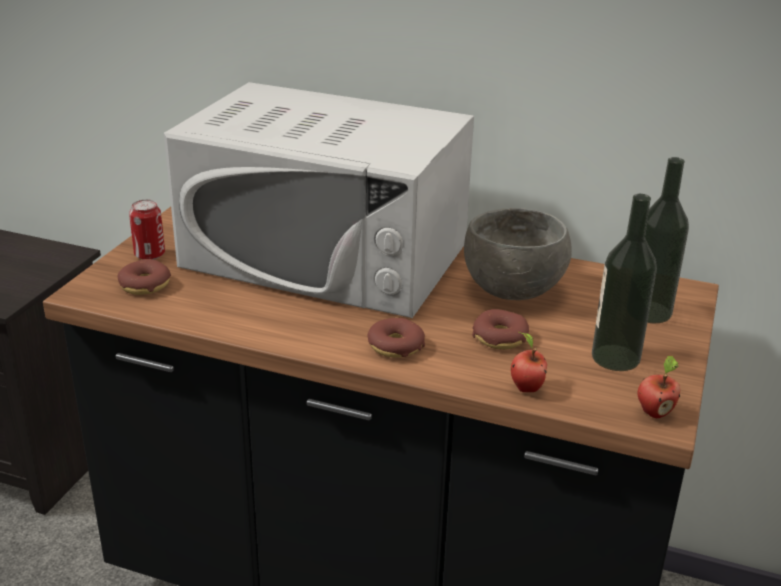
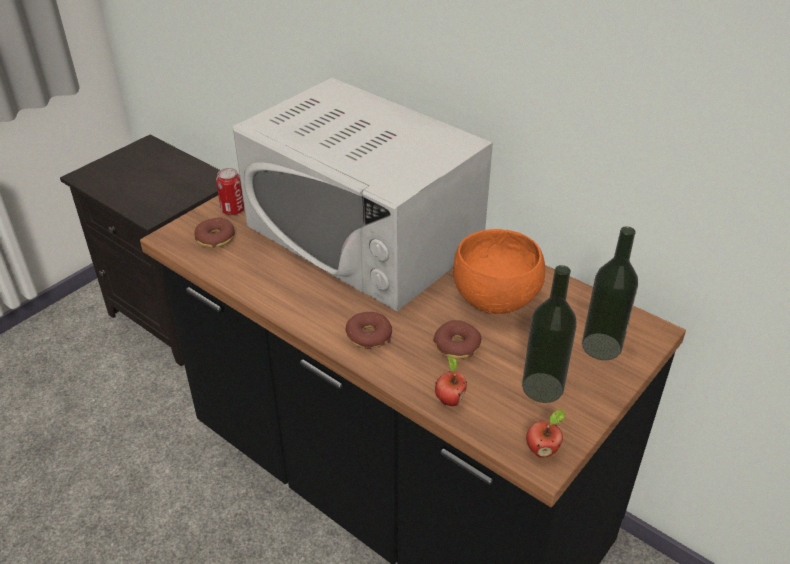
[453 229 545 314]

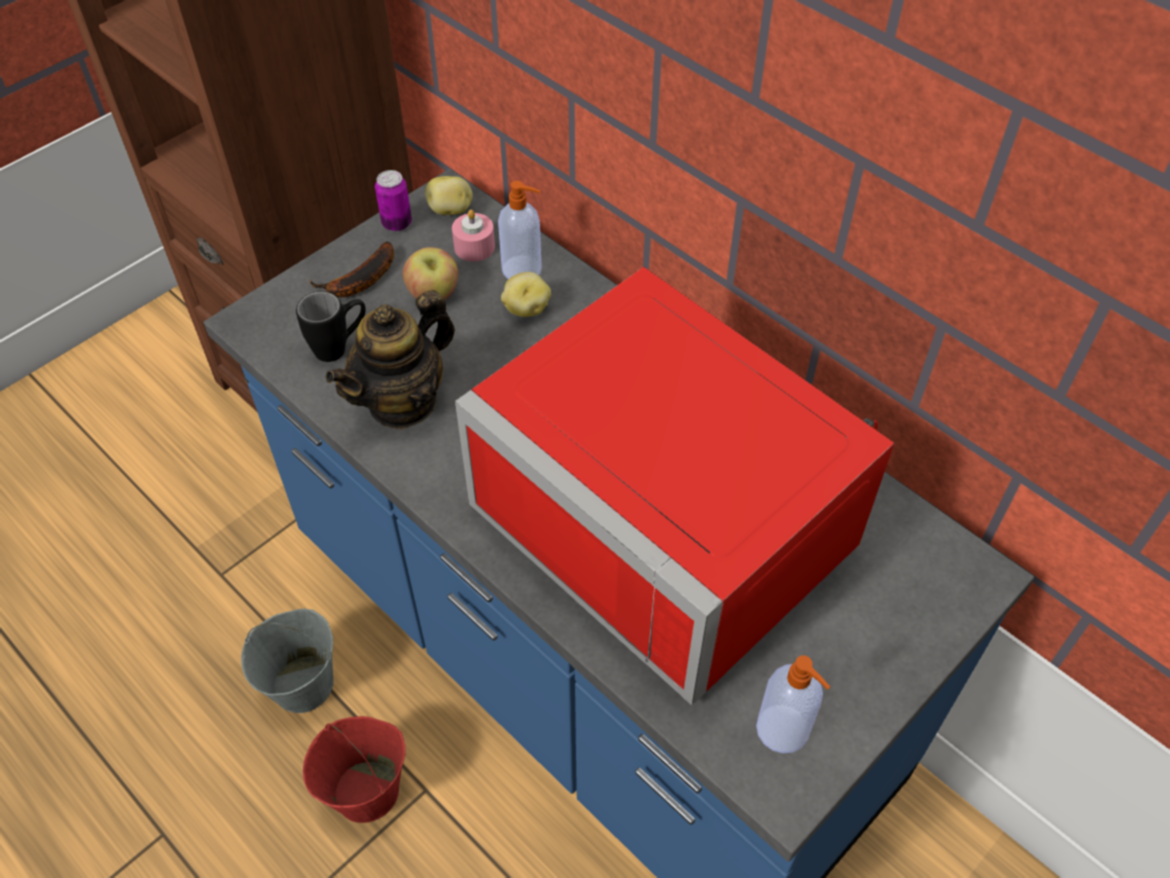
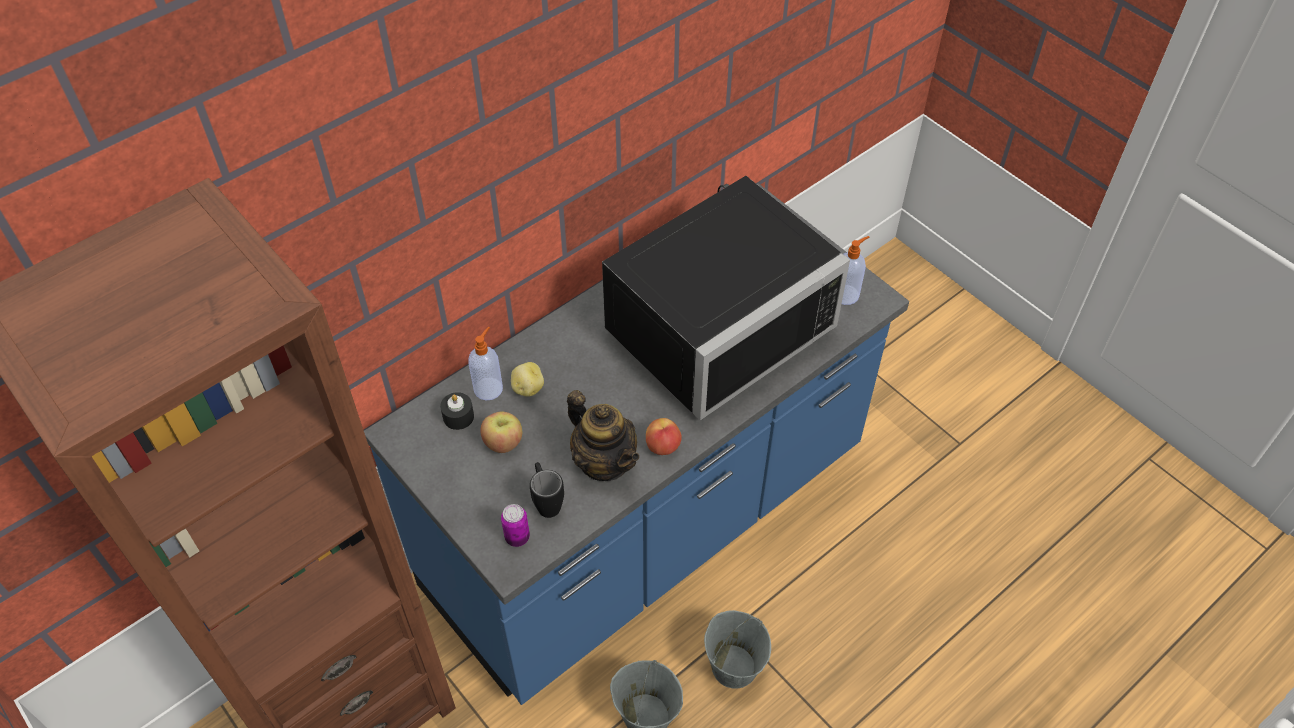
[704 610 771 689]
[309 242 394 297] (first image)
[501 504 530 547]
[425 176 473 215] (first image)
[440 392 474 430]
[602 176 850 420]
[646 418 682 455]

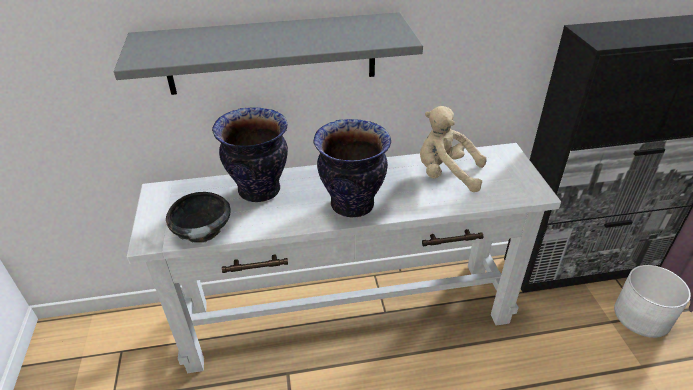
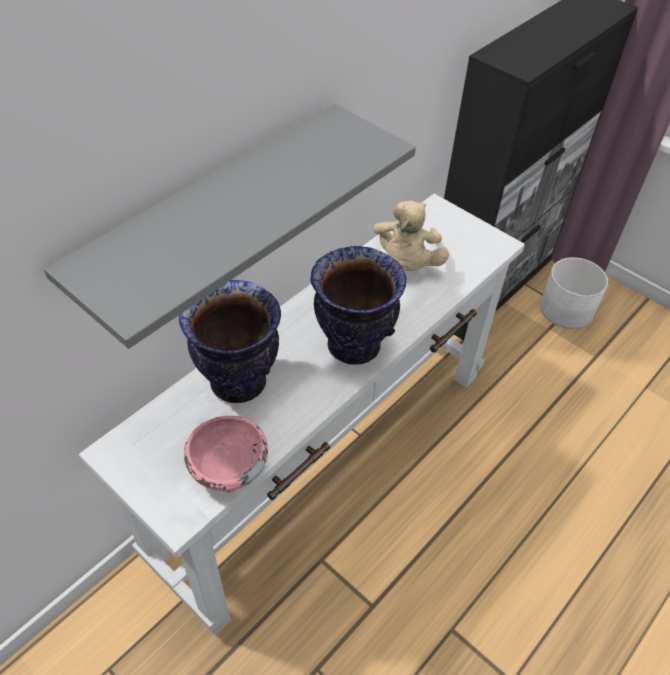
[184 416 268 492]
[374 200 449 271]

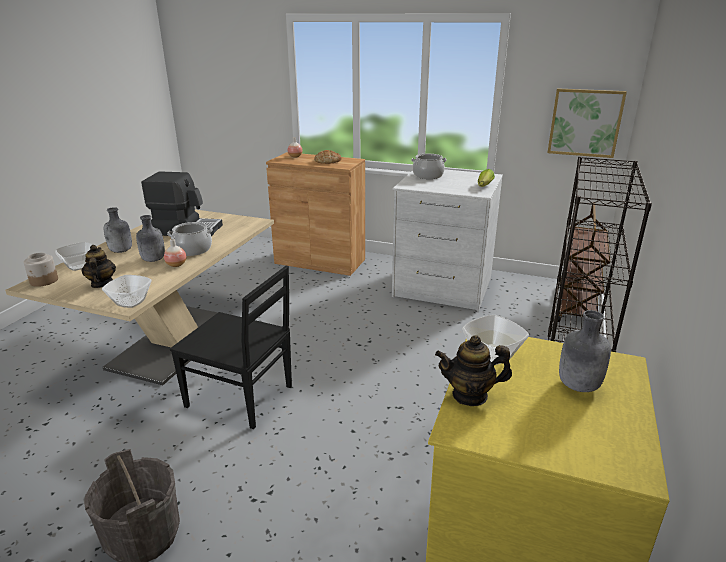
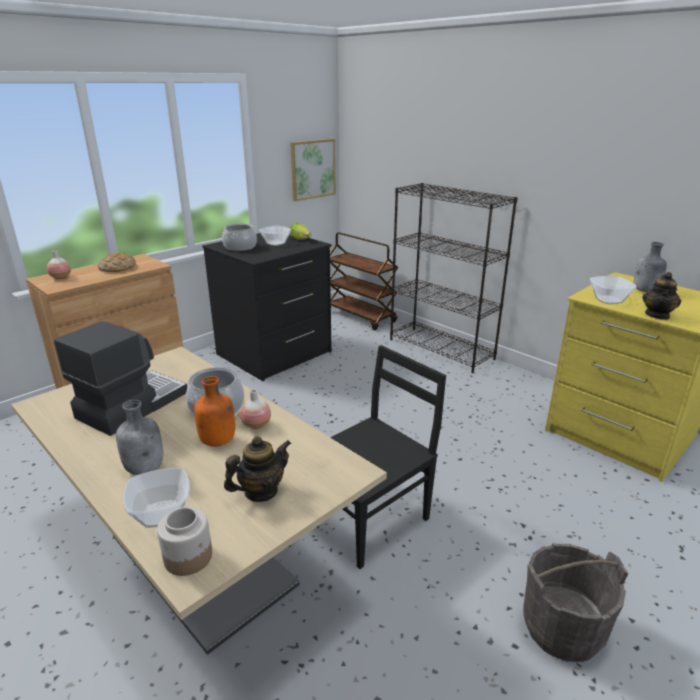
[224 436 291 502]
[259 225 291 246]
[194 376 235 447]
[202 233 332 381]

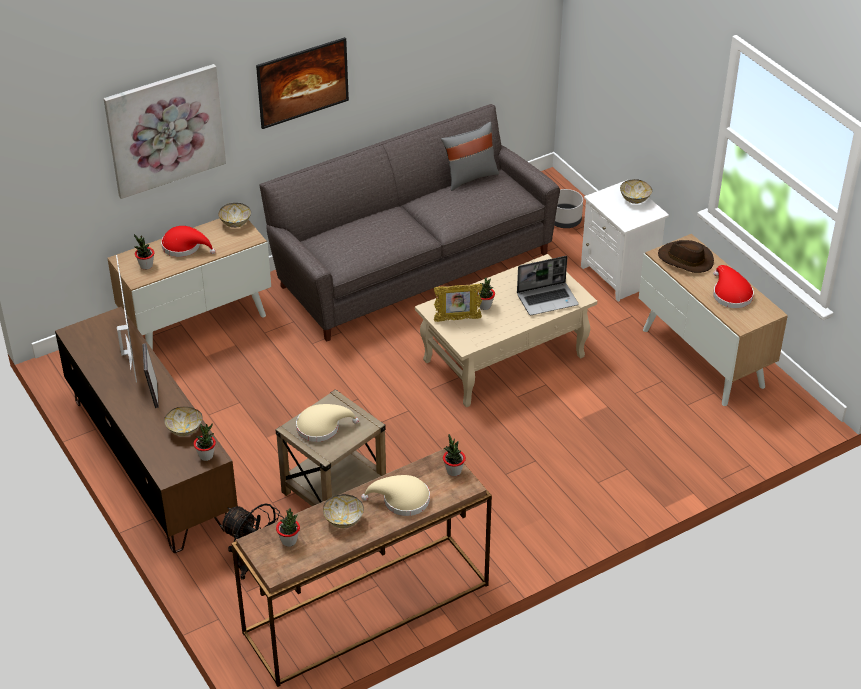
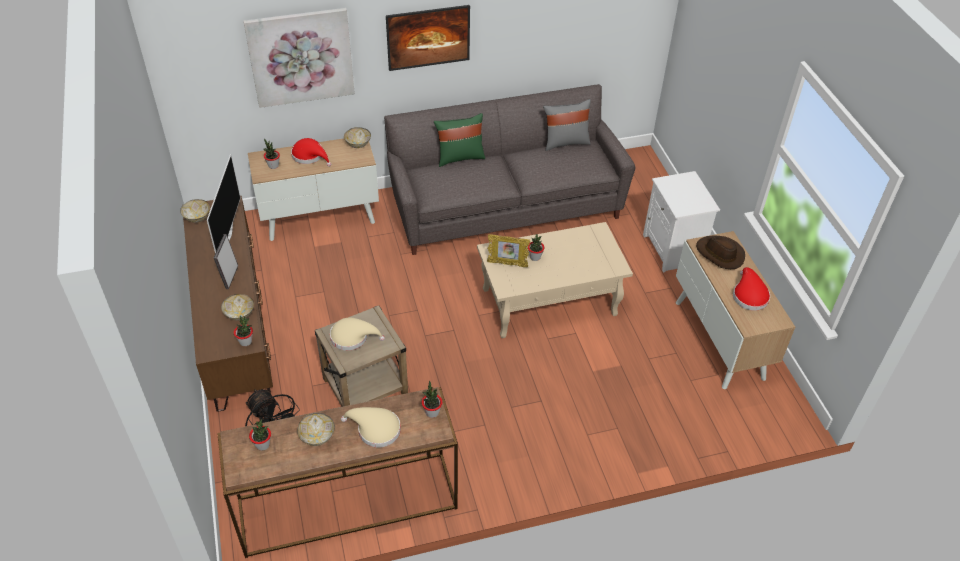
[517 256 579 315] (first image)
[554 189 583 228] (first image)
[180 199 210 223]
[434 113 485 167]

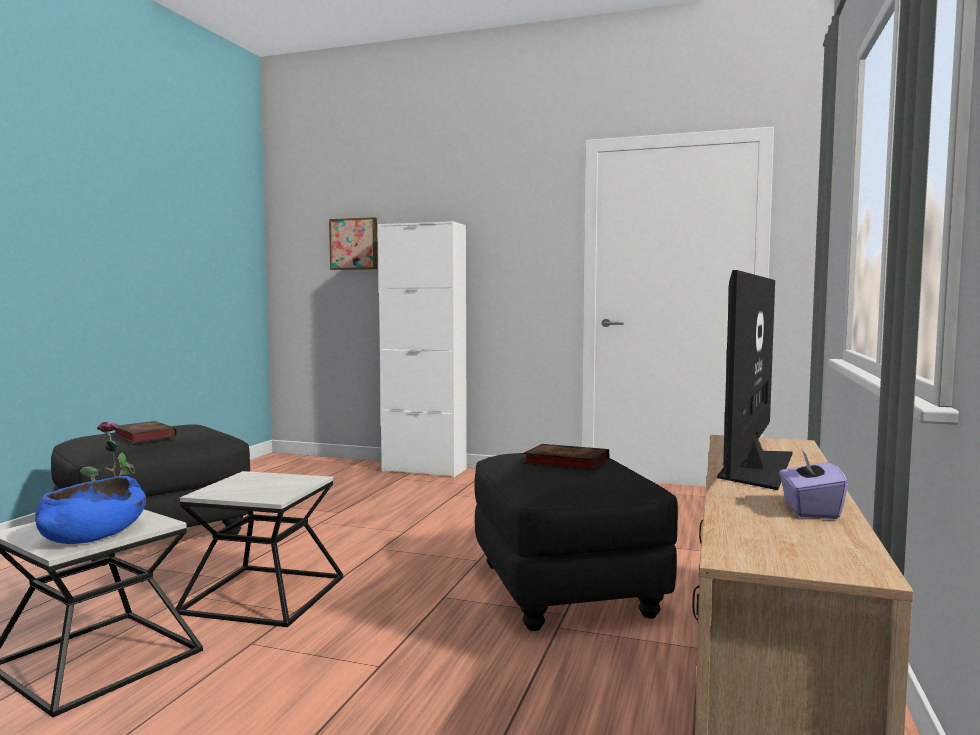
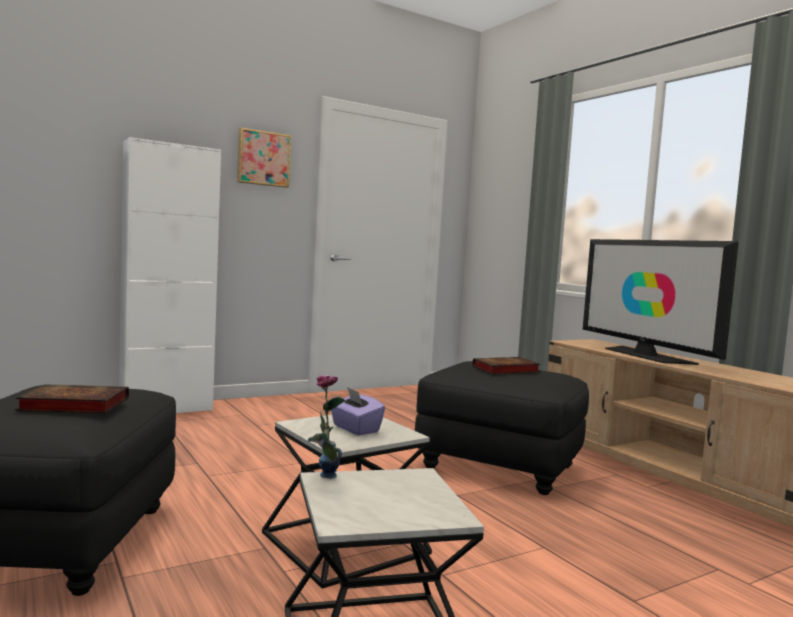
[35 476 146 544] (first image)
[237 128 291 188]
[331 387 385 436]

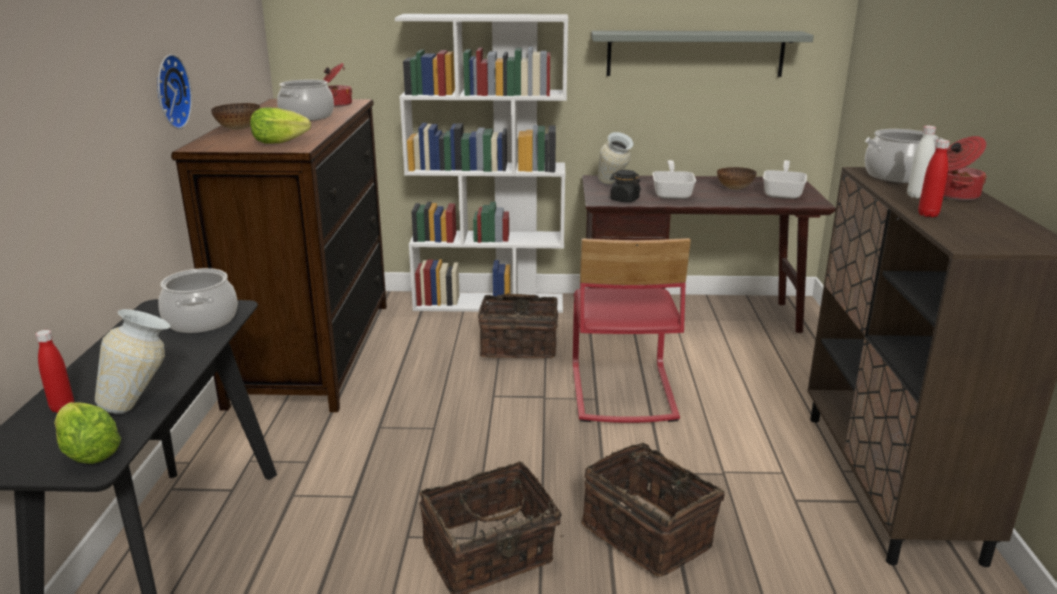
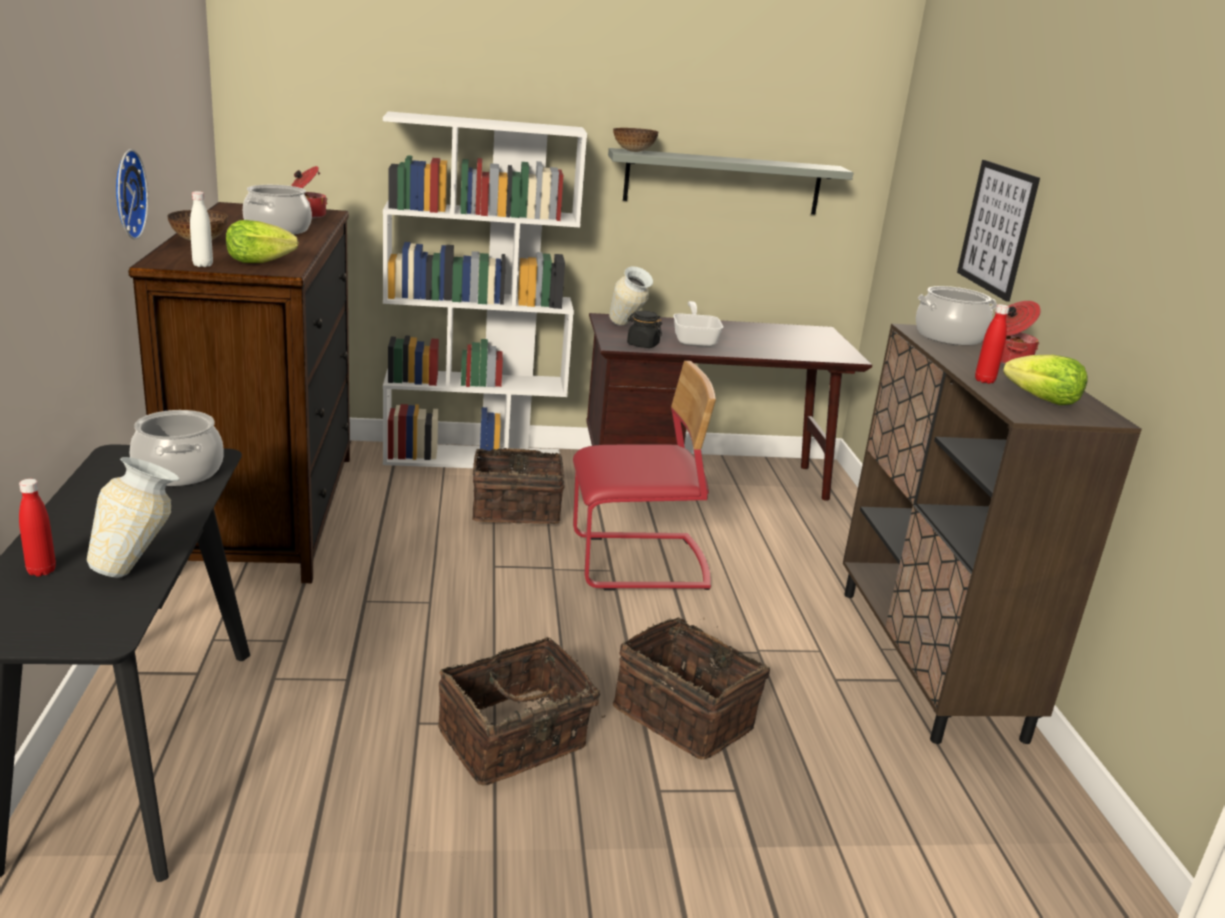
[1003 355 1087 405]
[573 361 716 590]
[613 128 658 152]
[763 160 807 199] (first image)
[190 191 213 267]
[957 160 1040 302]

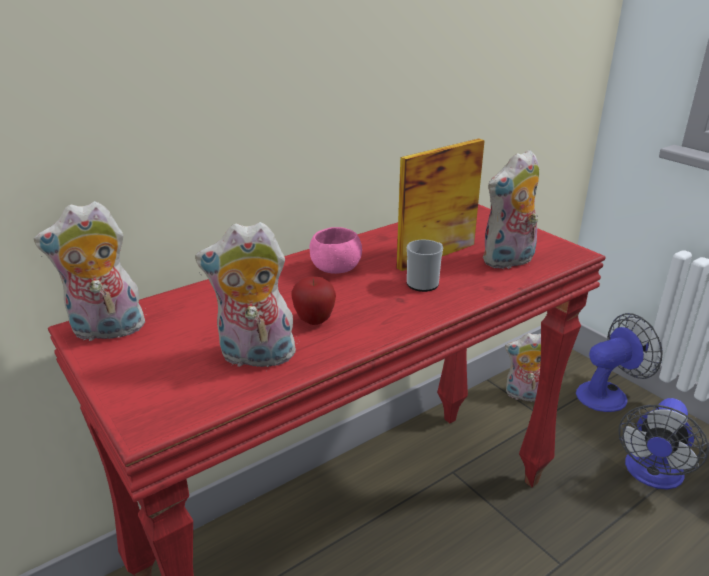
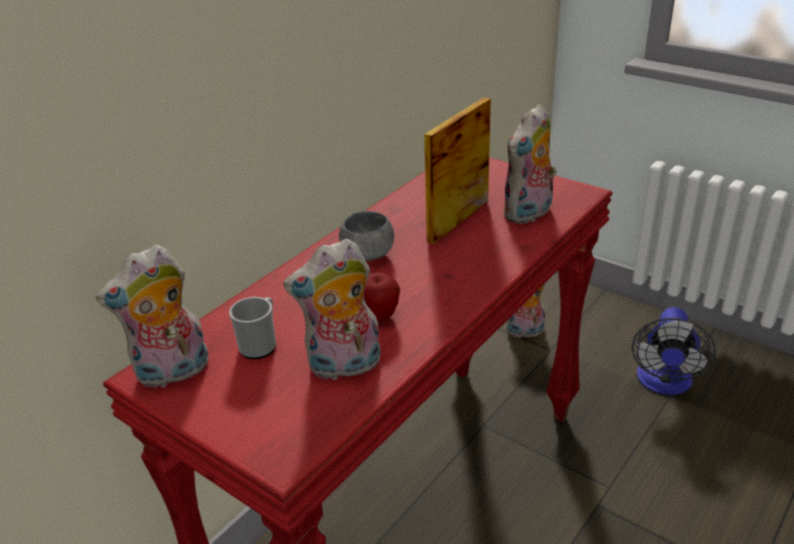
[339 211 394 261]
[229 297 276 359]
[576 313 663 412] (first image)

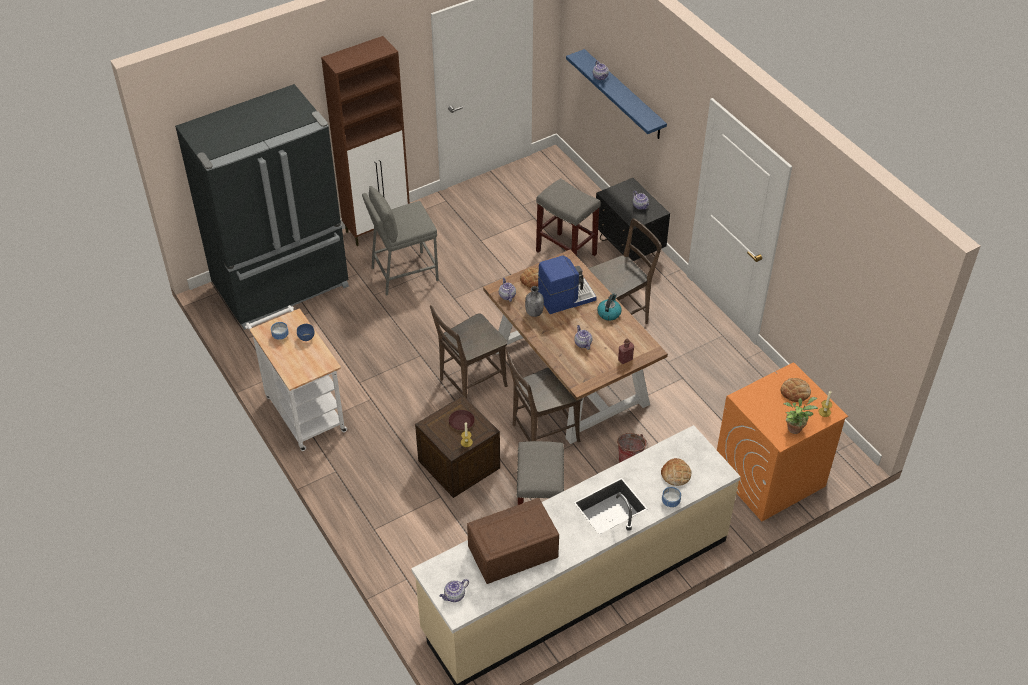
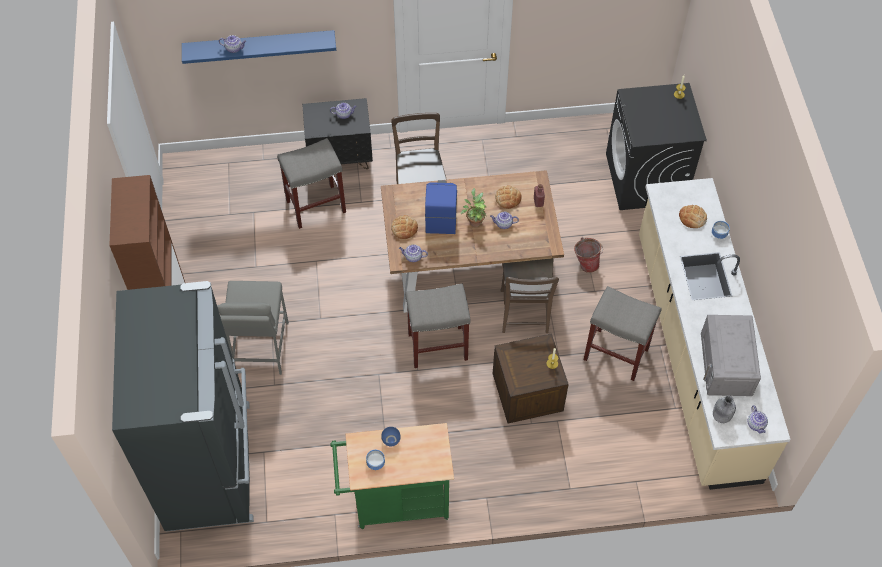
[330 423 454 529]
[405 284 471 368]
[449 410 475 430] (first image)
[701 315 761 396]
[713 395 736 423]
[597 294 622 321] (first image)
[606 83 707 210]
[495 185 522 209]
[461 188 487 227]

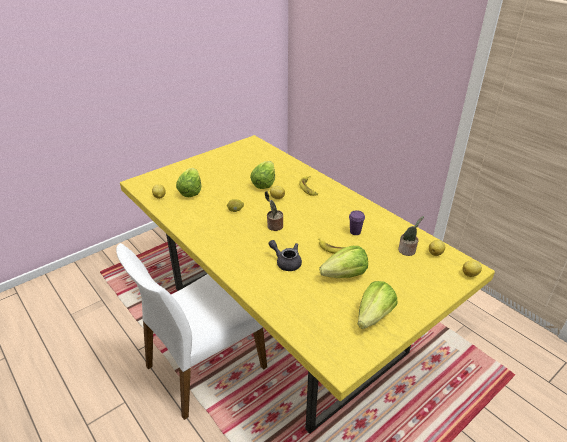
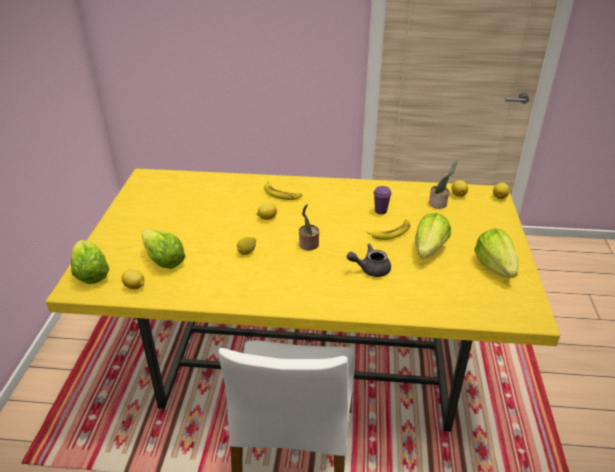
[71 240 109 284]

